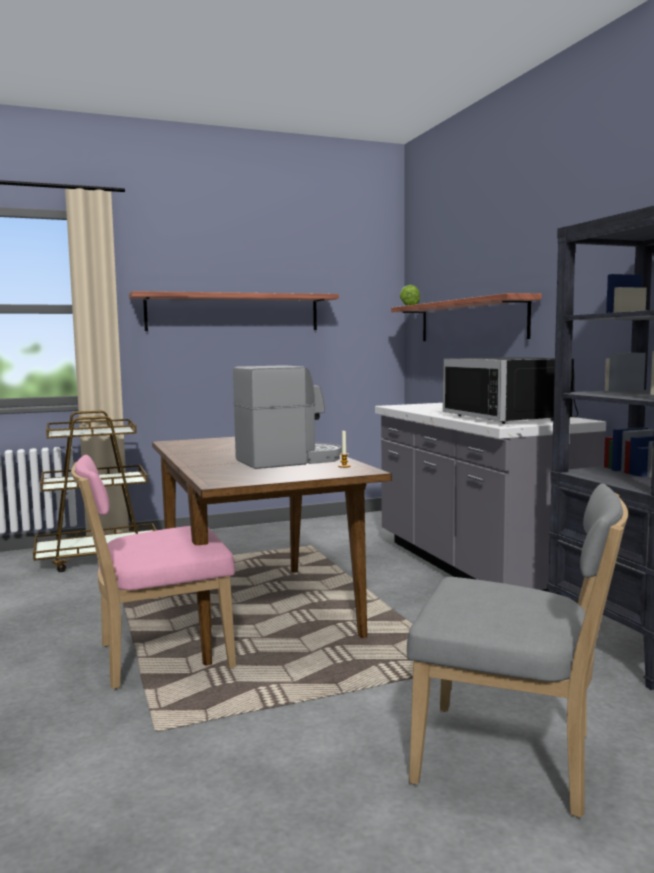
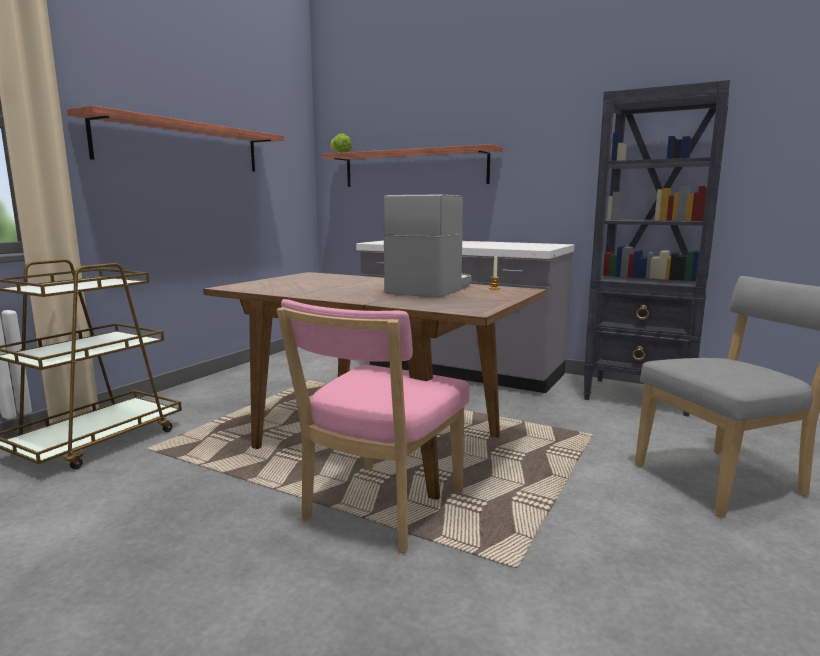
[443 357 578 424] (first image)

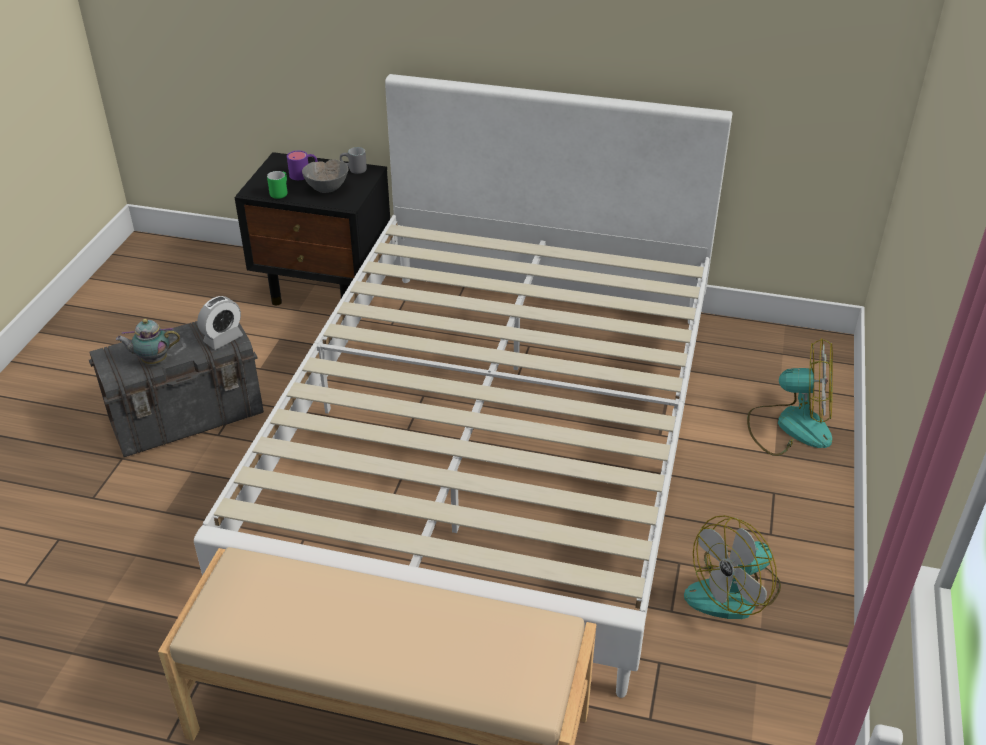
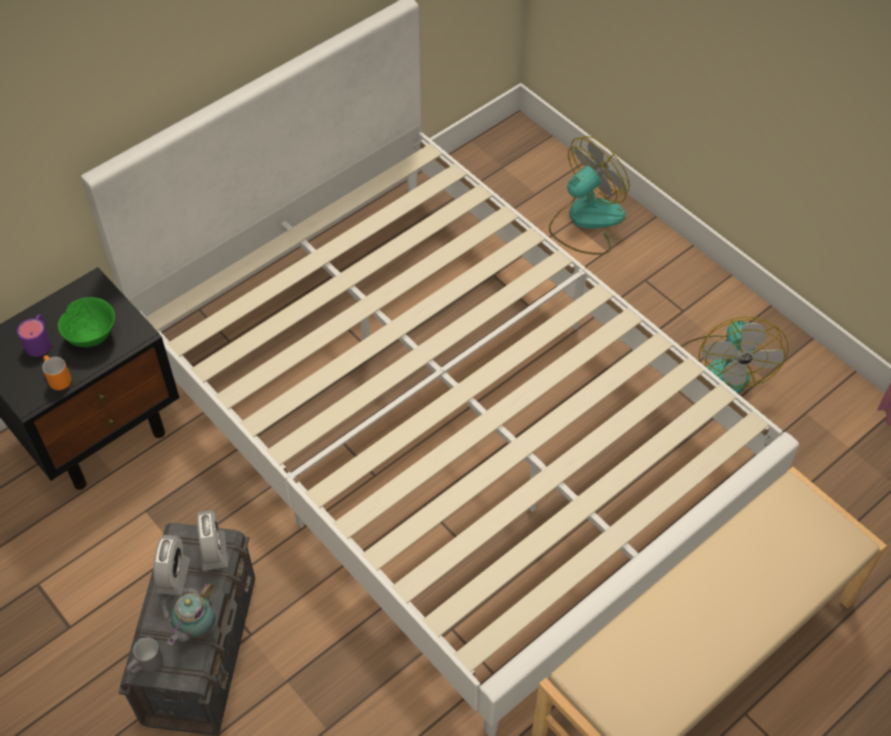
[42 355 71 390]
[58 297 115 347]
[126 638 163 675]
[153 535 190 595]

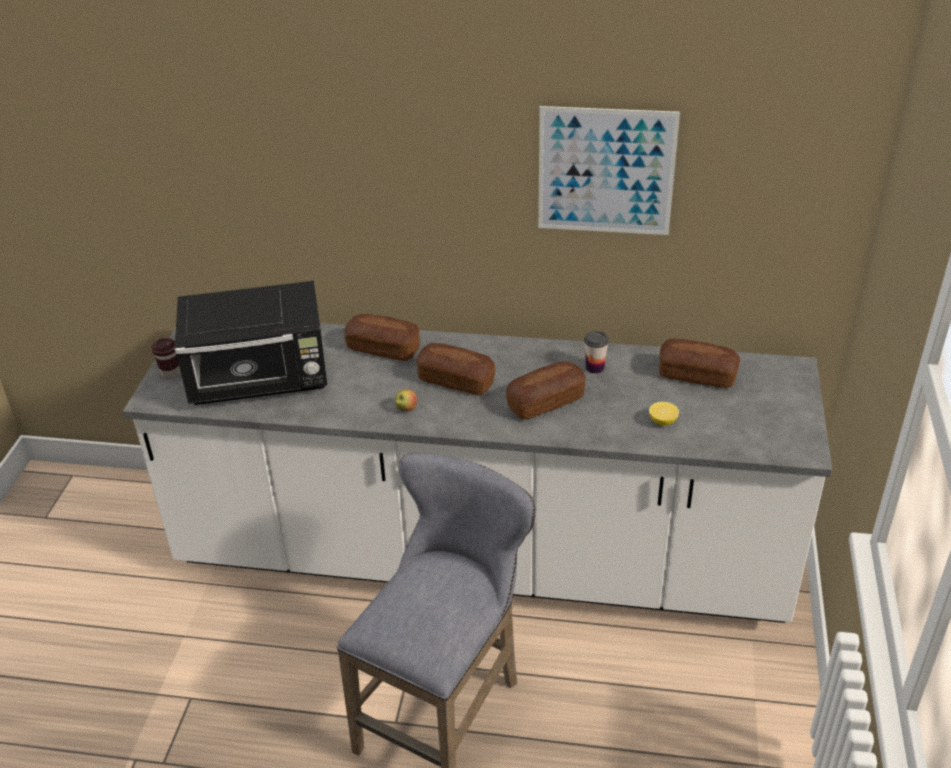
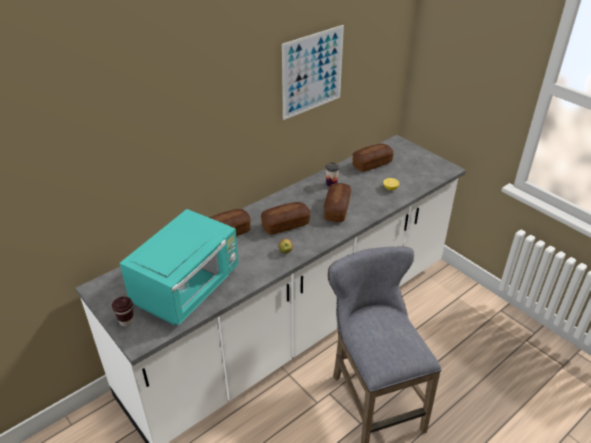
[119 209 239 325]

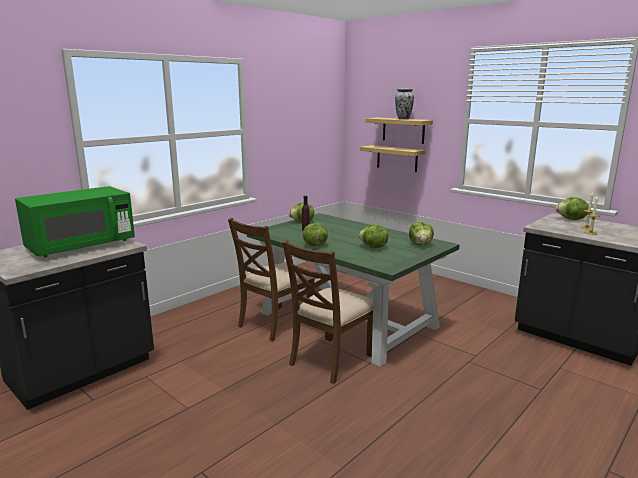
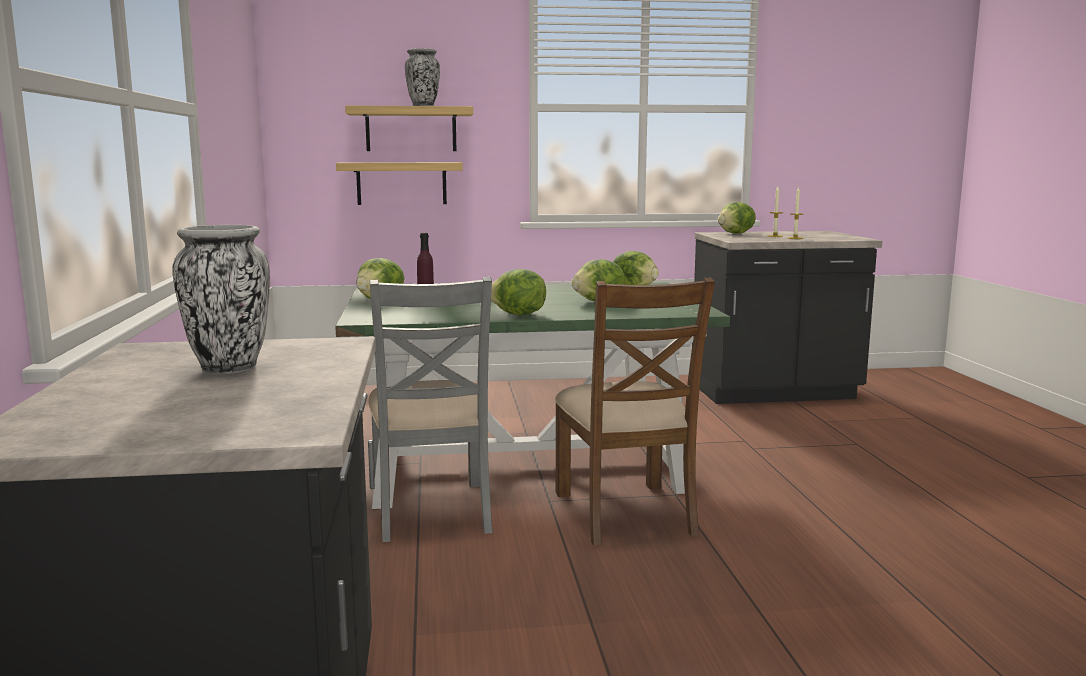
[172 225 270 374]
[368 277 493 542]

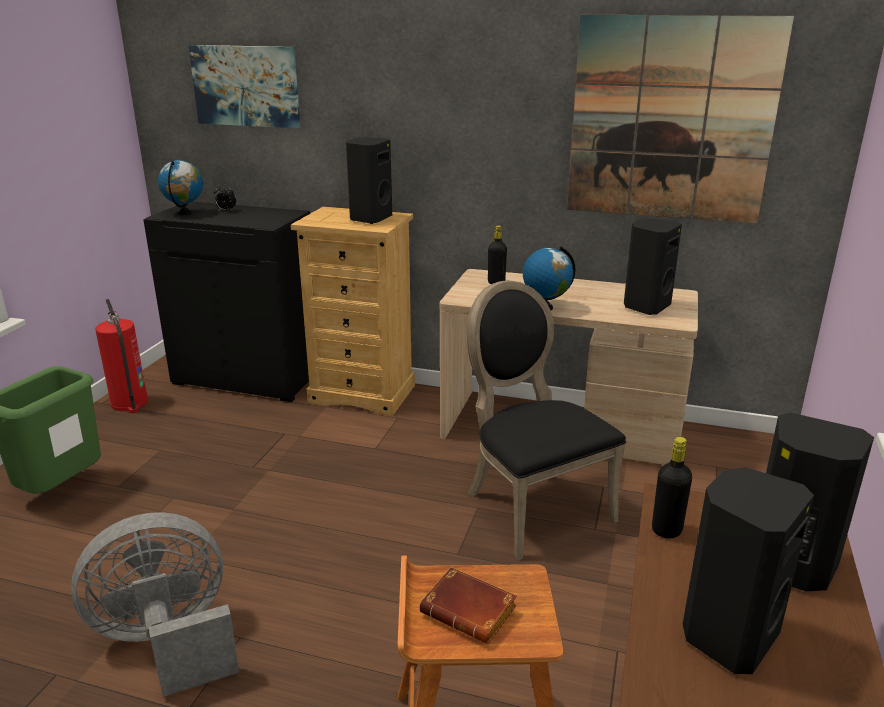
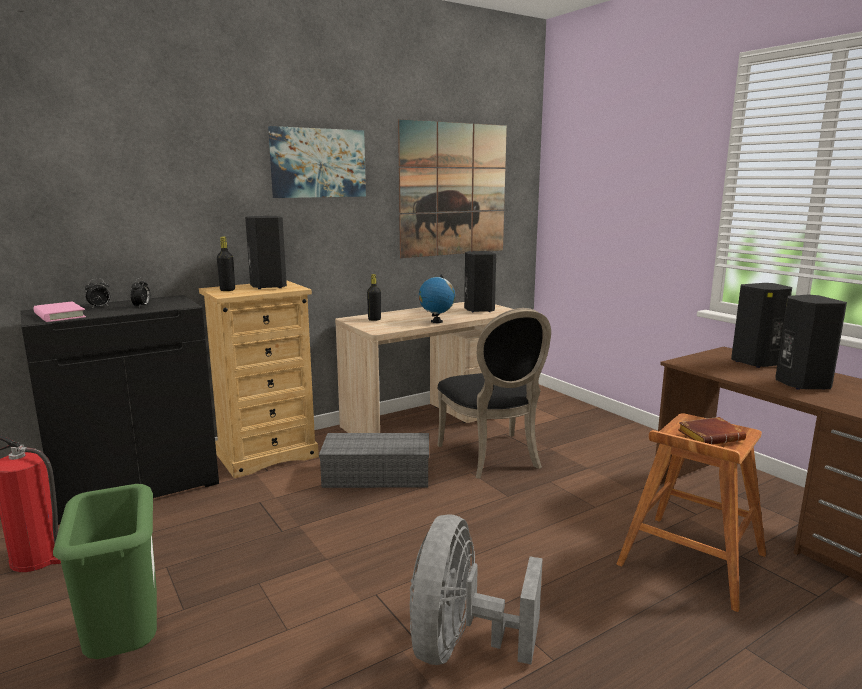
[34 301 86 322]
[268 126 366 198]
[437 308 551 479]
[217 237 235 291]
[130 278 150 308]
[319 433 429 488]

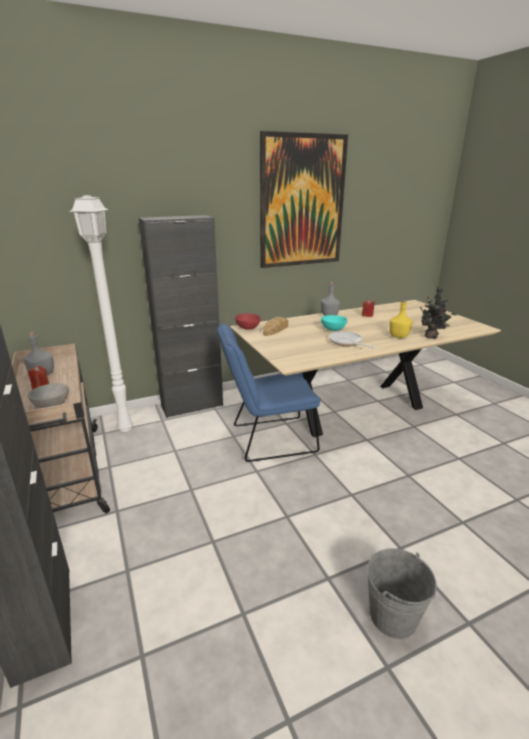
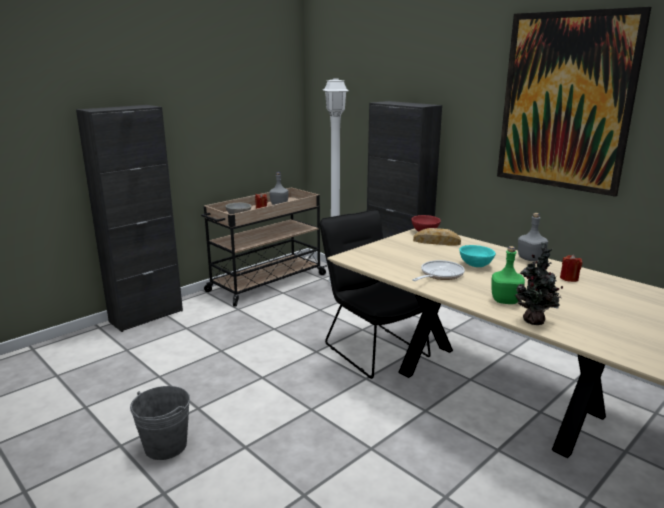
[320 209 431 379]
[491 246 525 304]

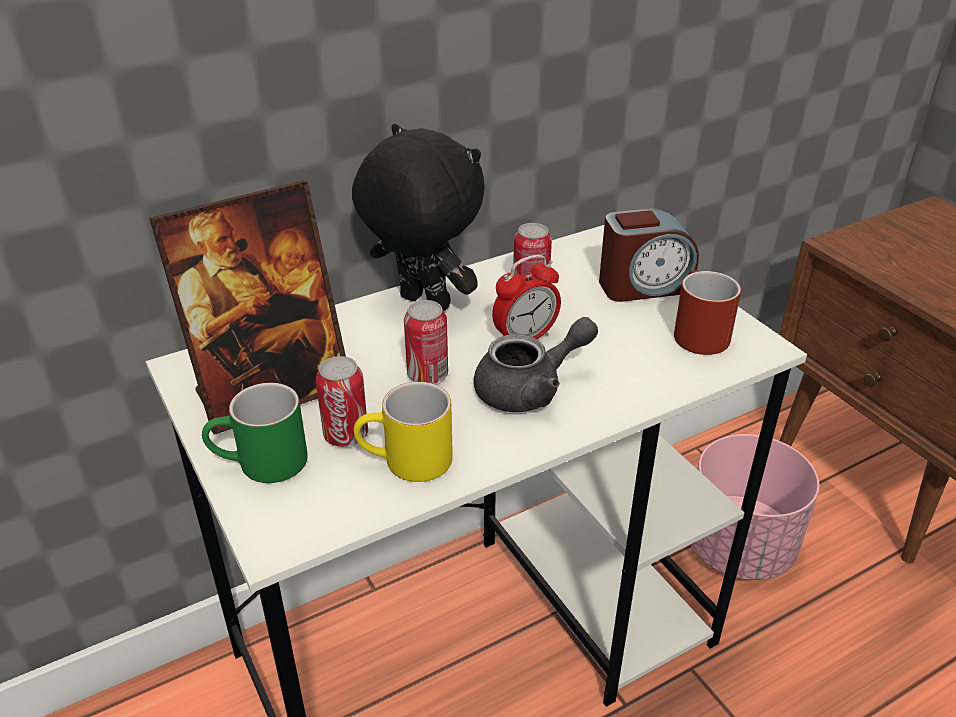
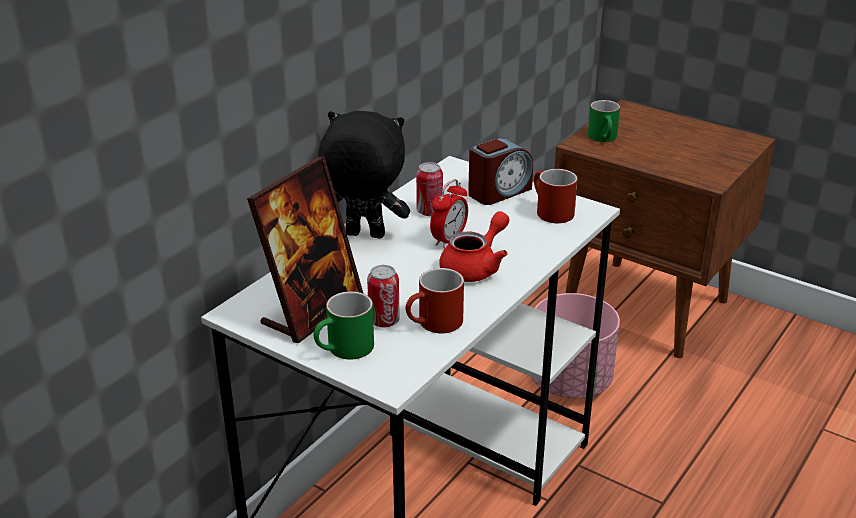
[406 268 464 333]
[404 300 448 384] (first image)
[439 211 509 282]
[588 100 620 142]

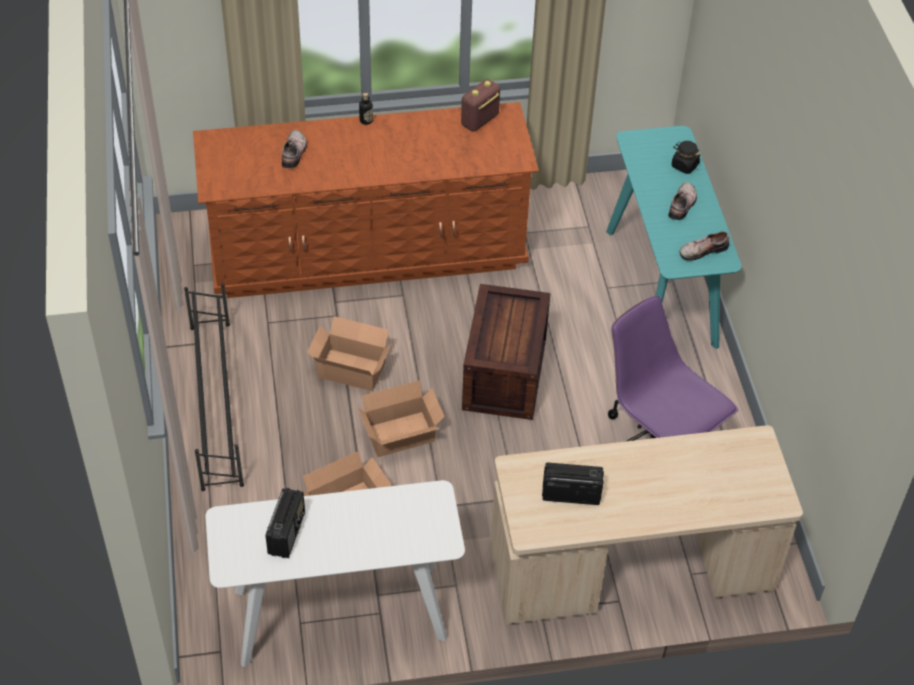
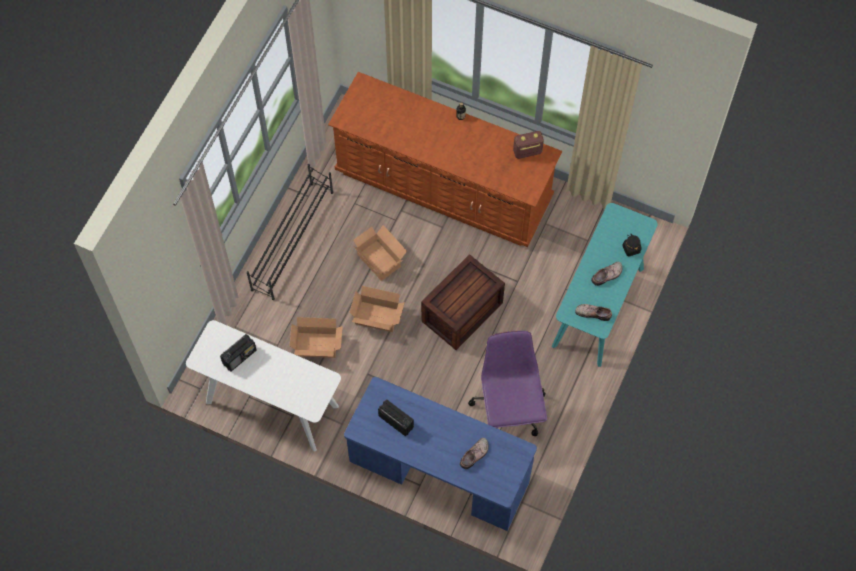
[460 438 489 469]
[344 377 537 531]

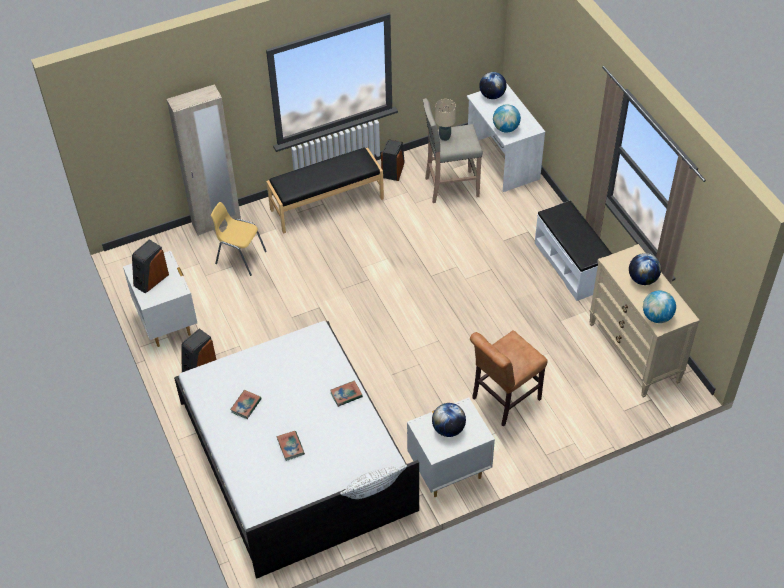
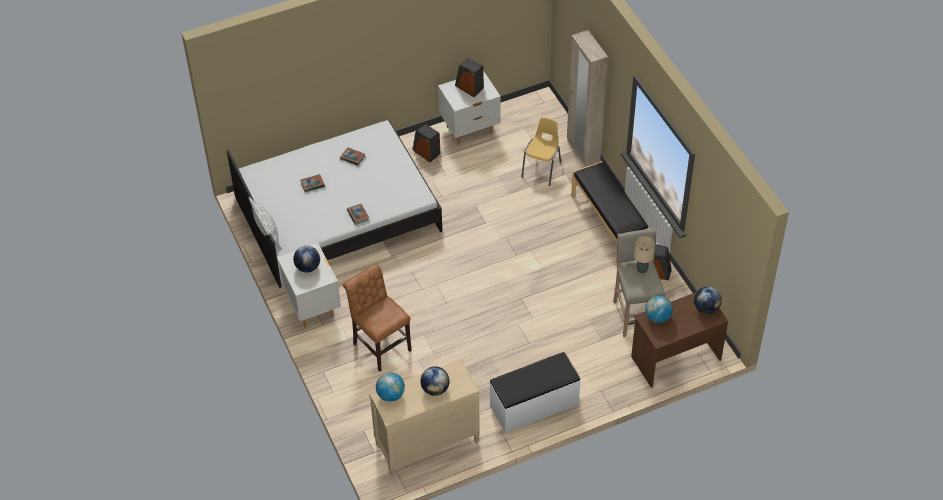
[631 292 728 388]

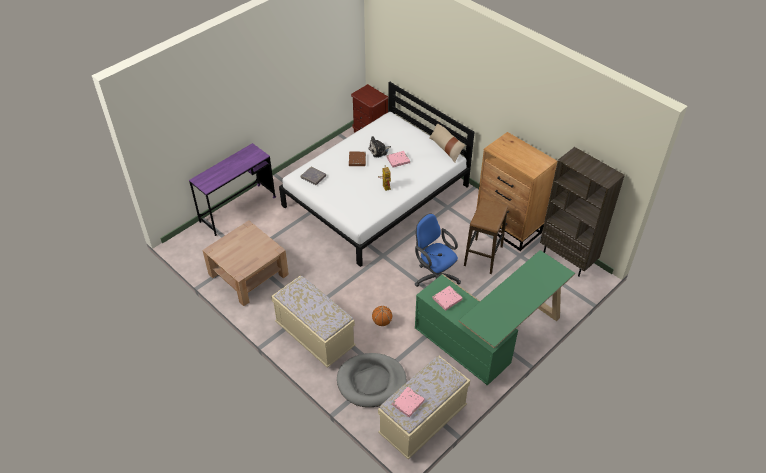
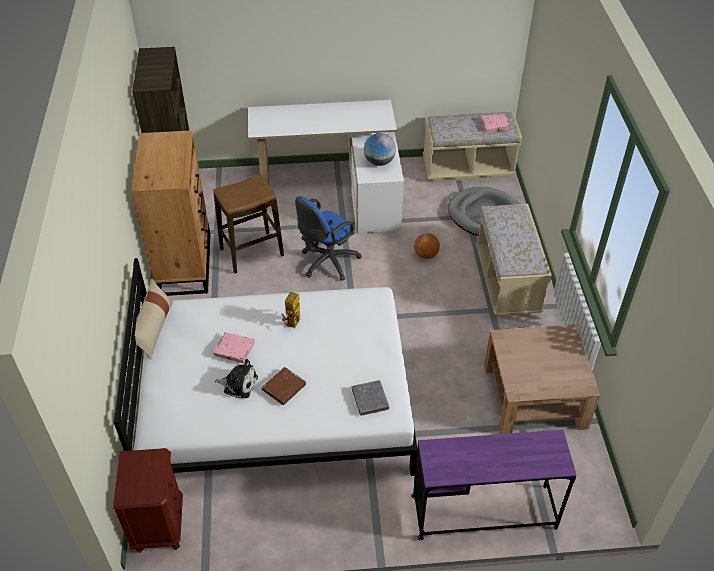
[295 196 362 281]
[248 100 404 234]
[364 133 396 166]

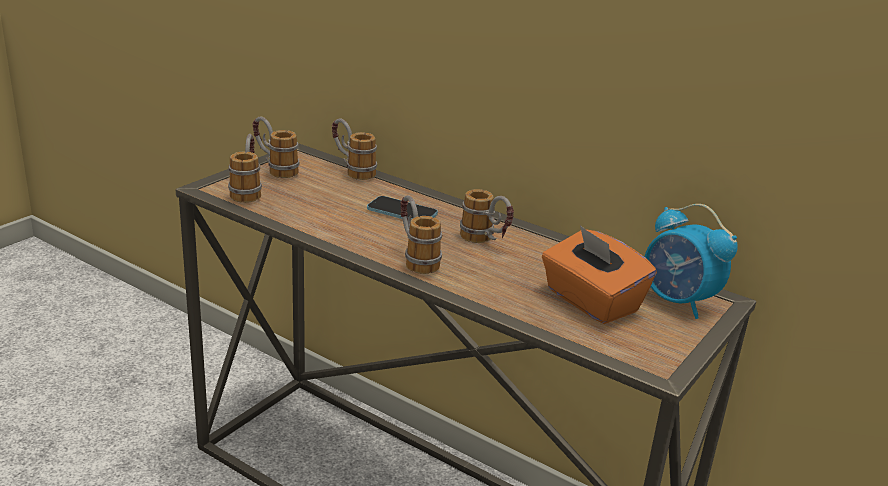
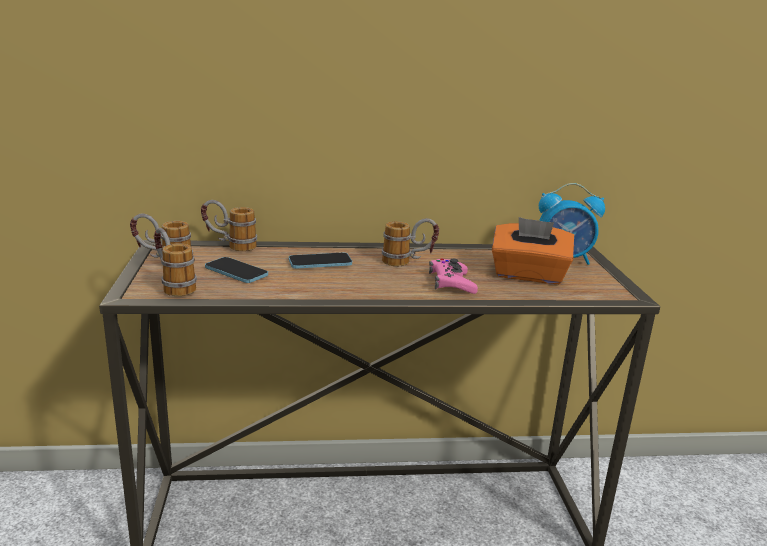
[400 195 442 274] (first image)
[205 257 268 283]
[429 258 478 294]

